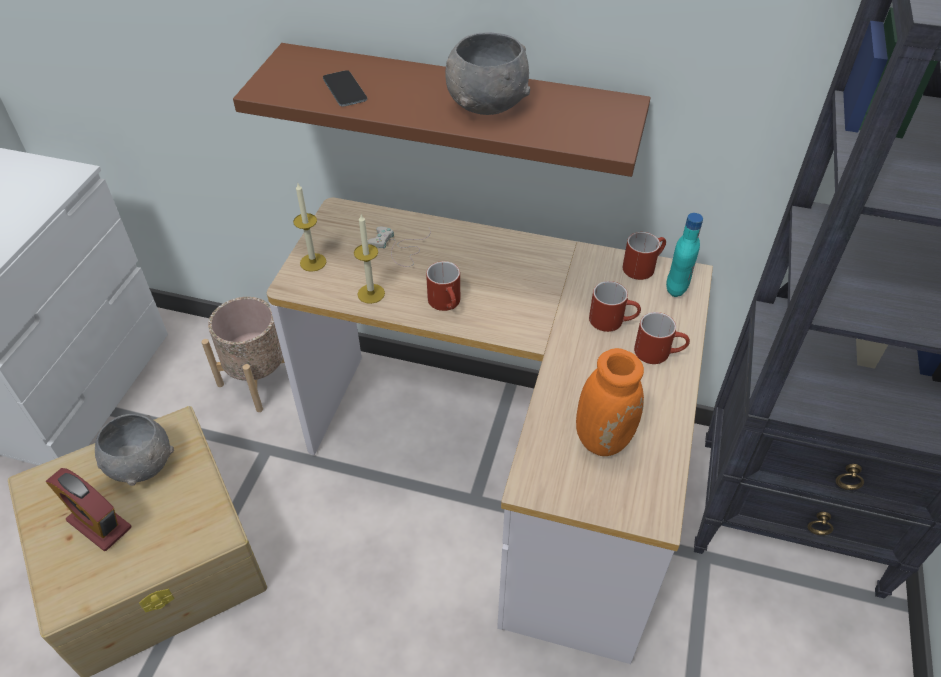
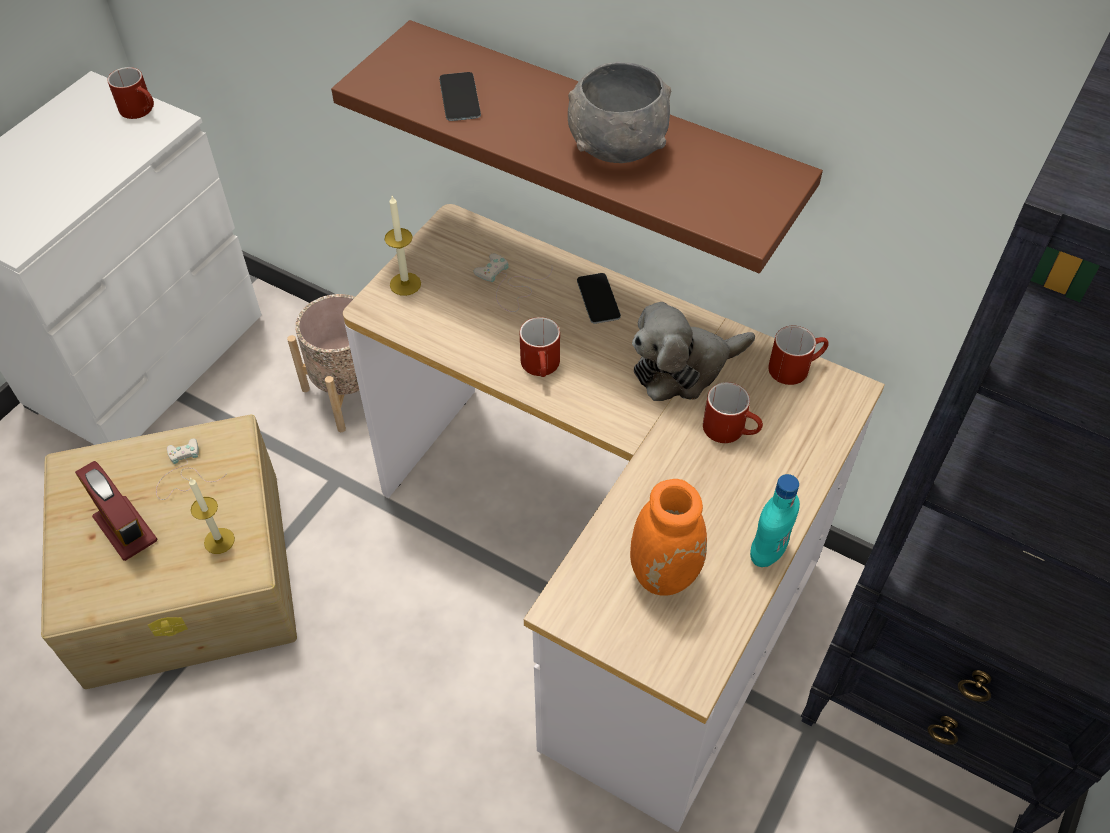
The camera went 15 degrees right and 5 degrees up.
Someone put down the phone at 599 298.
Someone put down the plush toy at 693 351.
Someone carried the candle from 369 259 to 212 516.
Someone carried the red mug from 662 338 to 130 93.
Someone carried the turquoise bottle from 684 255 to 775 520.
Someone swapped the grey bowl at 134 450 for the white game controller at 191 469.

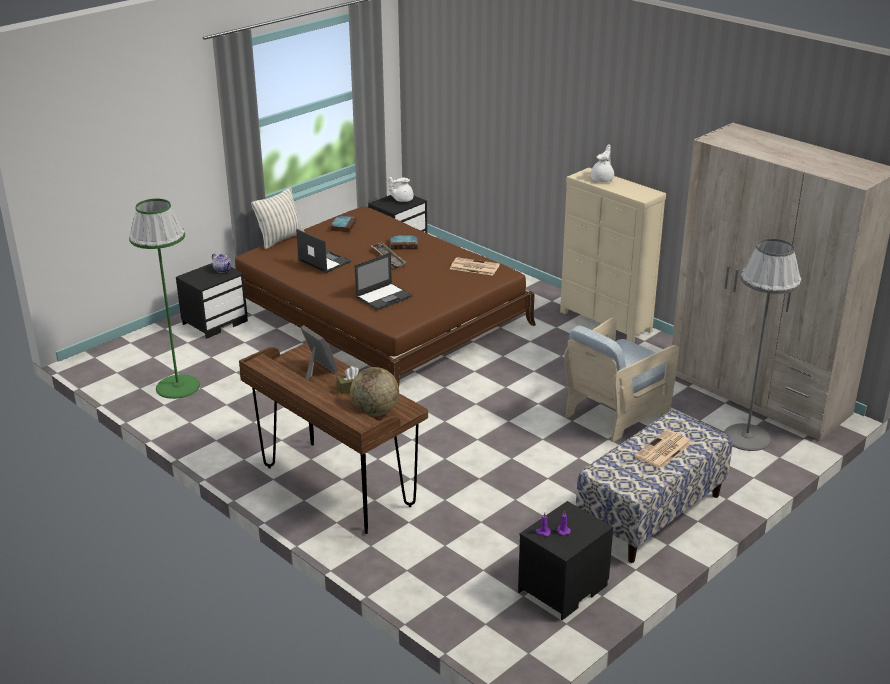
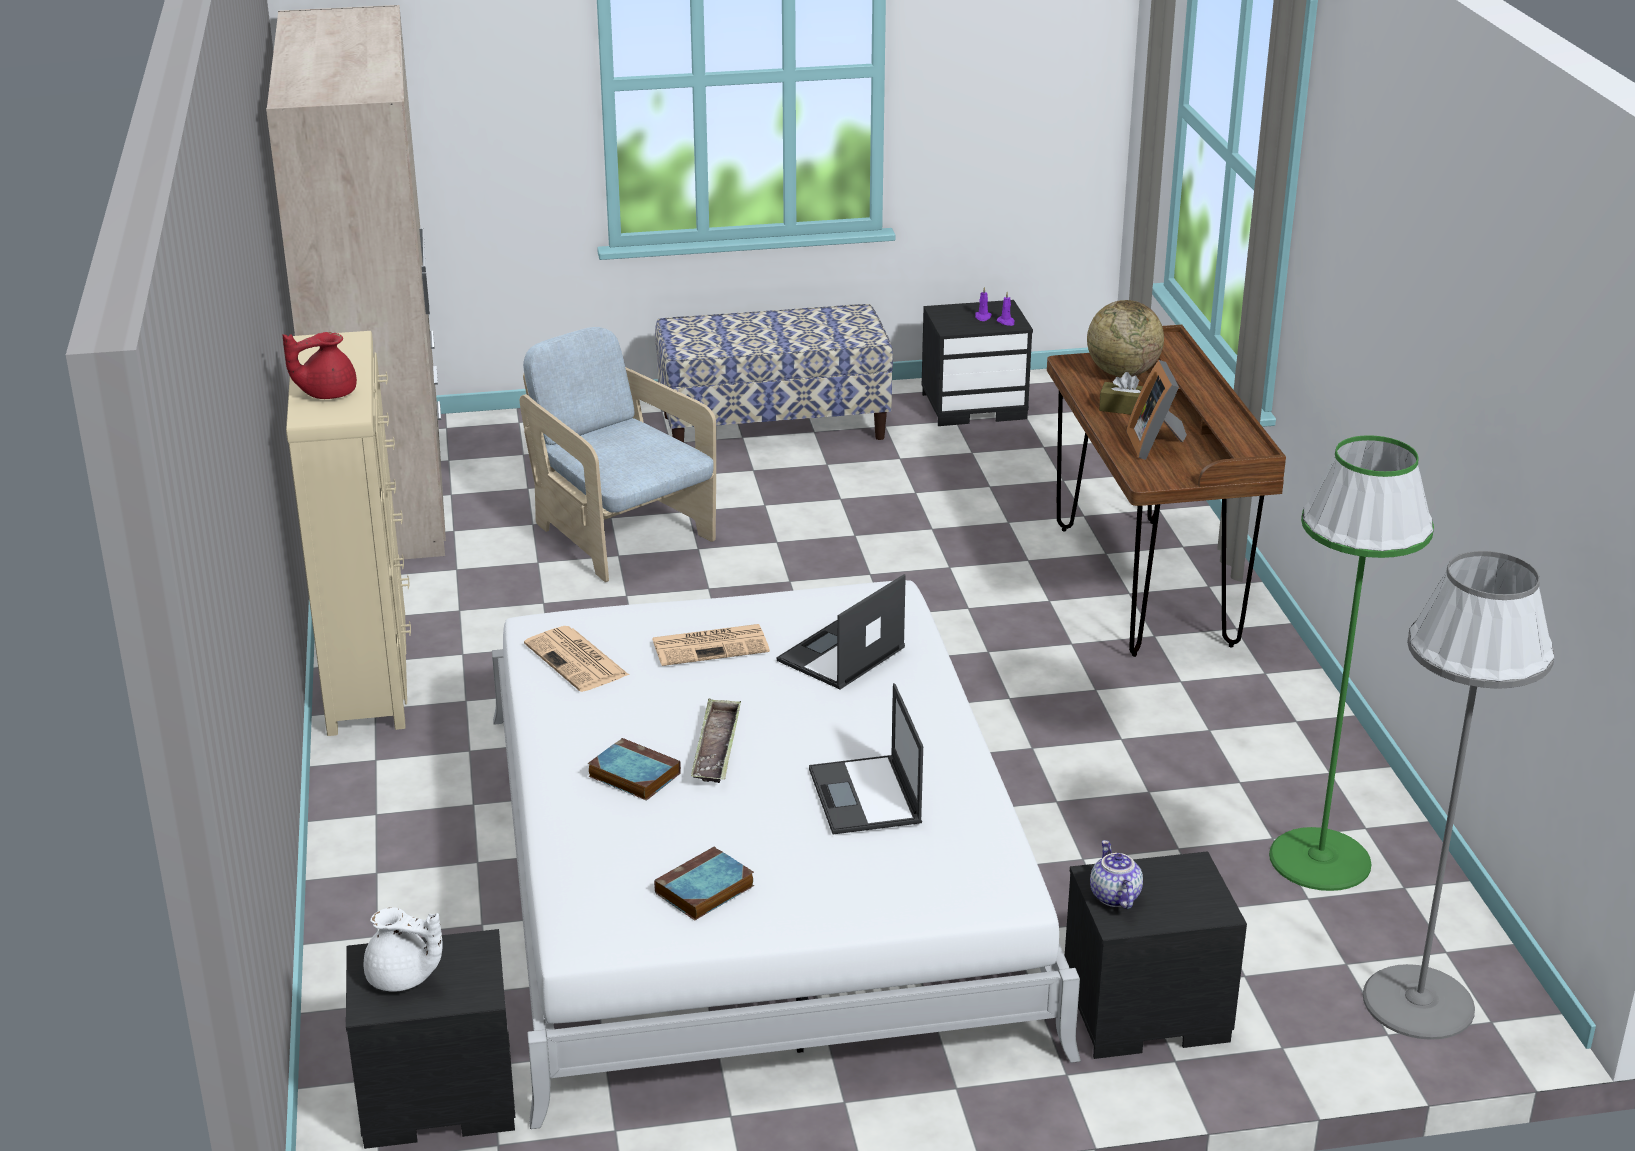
The camera went 145 degrees left and 0 degrees up.
Someone took away the pillow at 277 219.
Someone carried the newspaper from 663 449 to 711 645.
Someone carried the grey floor lamp from 763 344 to 1459 795.
Someone repainted the brown bed at 385 296, which became the white bed at 786 854.
Someone repainted the white teapot at 602 163, which became the red teapot at 319 365.
Someone rotated the laptop at 383 281 by 45 degrees counterclockwise.
Someone rotated the beige armchair at 621 380 by 120 degrees counterclockwise.

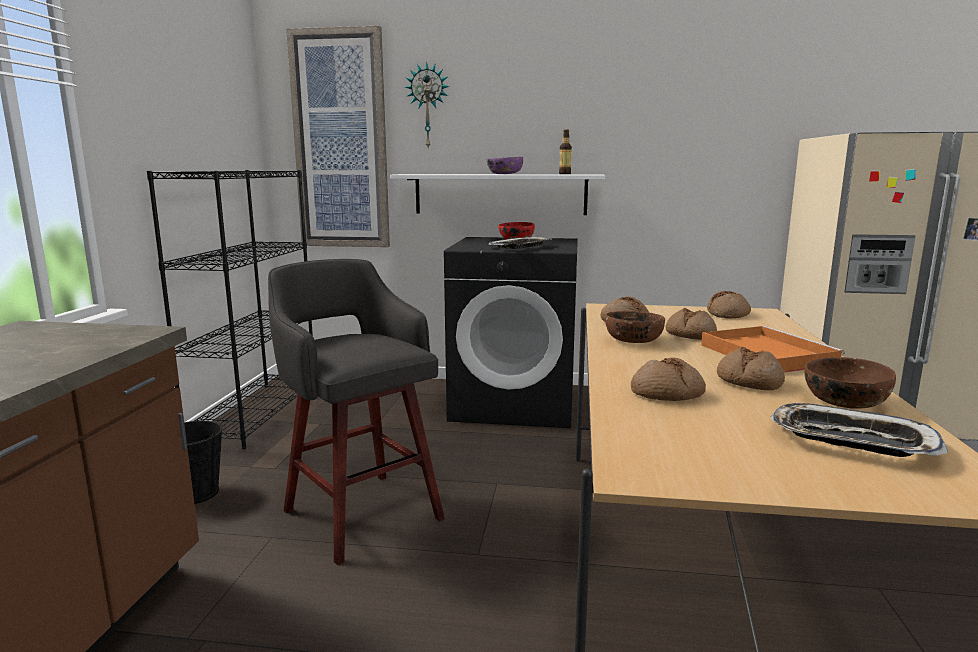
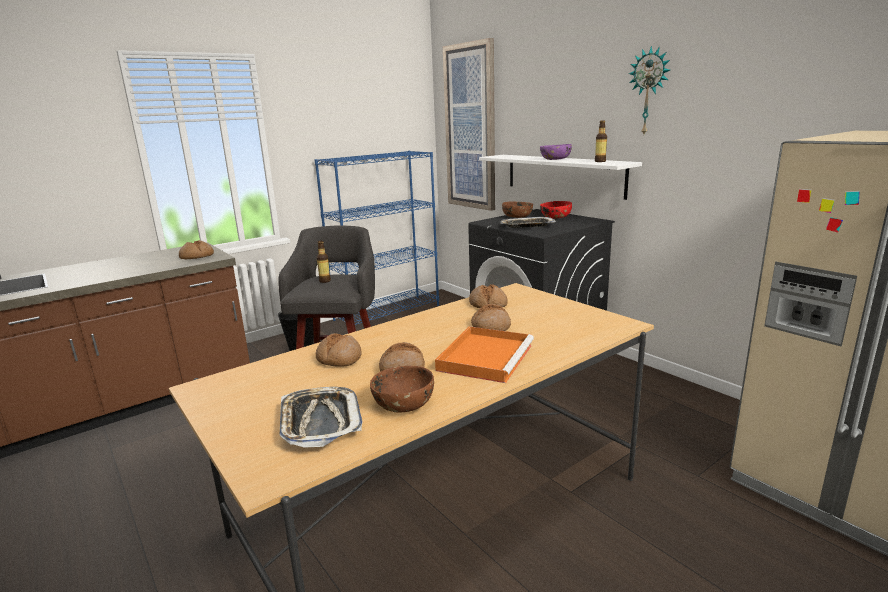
The camera went 45 degrees right and 5 degrees up.
Someone put down the bottle at 323 262.
Someone carried the wall clock from 427 105 to 649 90.
Someone carried the brown bowl from 635 327 to 517 209.
Someone carried the bread from 729 305 to 196 249.
Someone repainted the black bookcase at 230 309, which became the blue bookcase at 377 238.

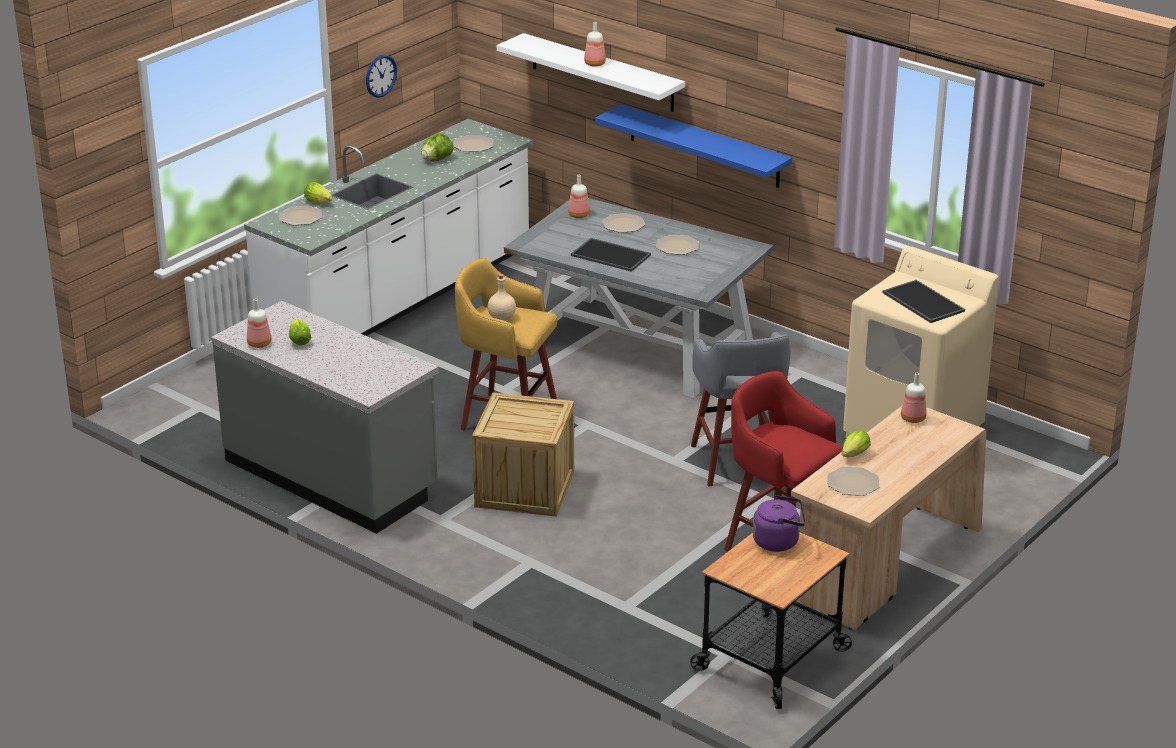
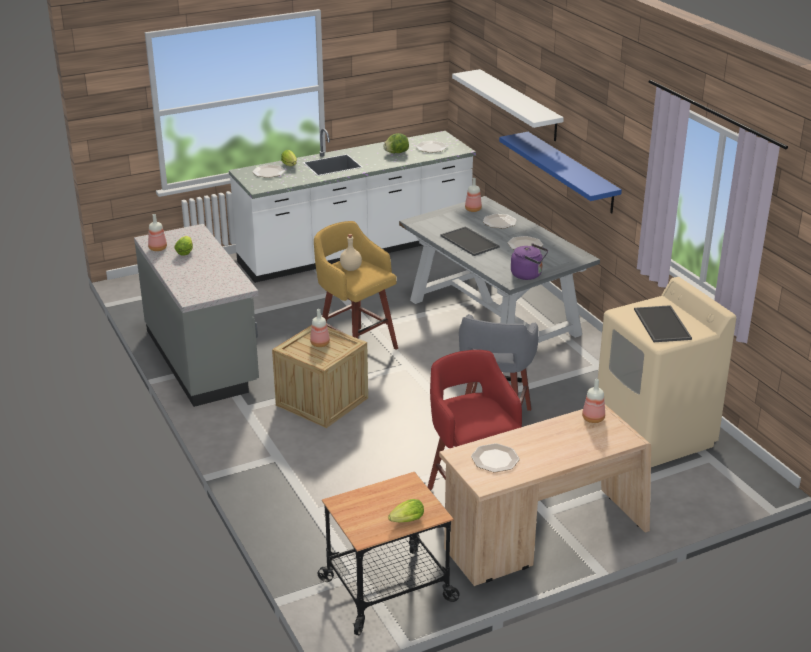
The camera went 25 degrees right and 0 degrees up.
Someone took away the wall clock at 381 76.
Someone carried the bottle from 595 44 to 320 328.
Someone carried the purple kettle from 779 523 to 529 261.
Someone carried the lettuce from 856 443 to 406 511.

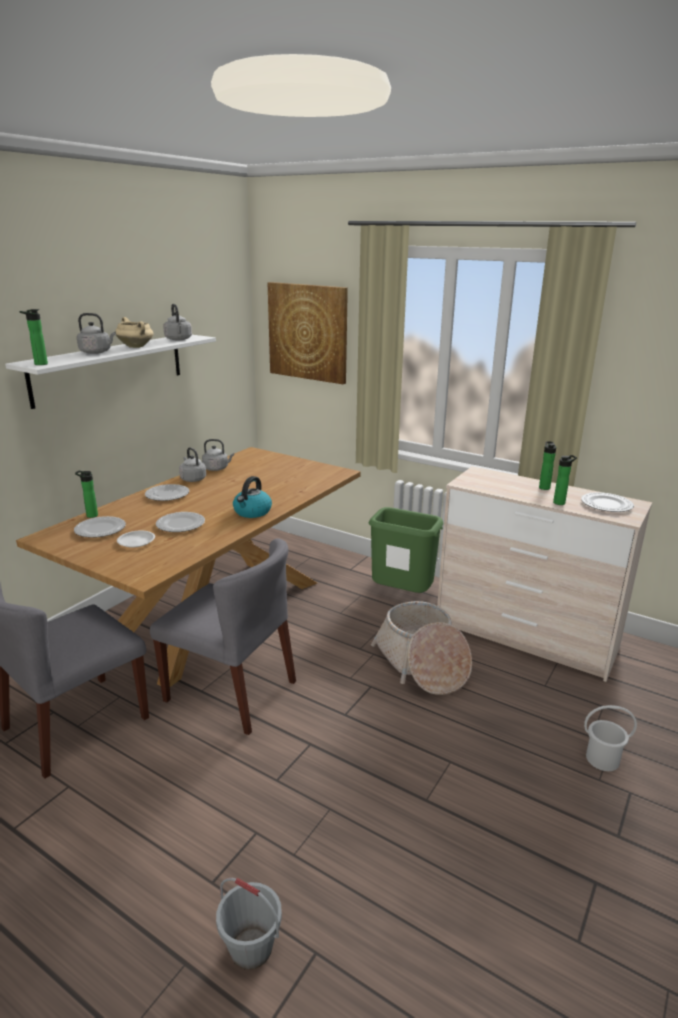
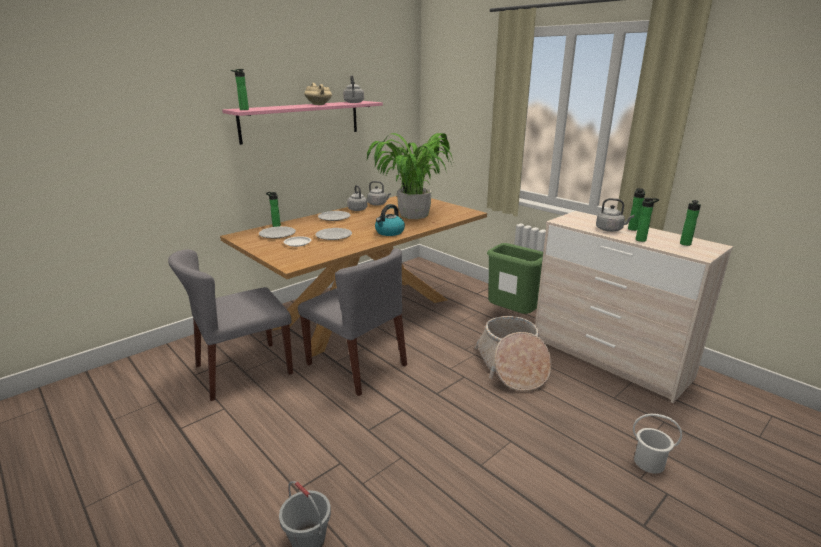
The camera went 15 degrees right and 0 degrees up.
Someone took away the picture at 308 333.
Someone put down the potted plant at 410 176.
Someone carried the grey kettle from 96 333 to 615 215.
Someone swapped the plate at 607 502 for the bottle at 690 223.
Someone repainted the white shelf at 110 372, which became the pink shelf at 302 123.

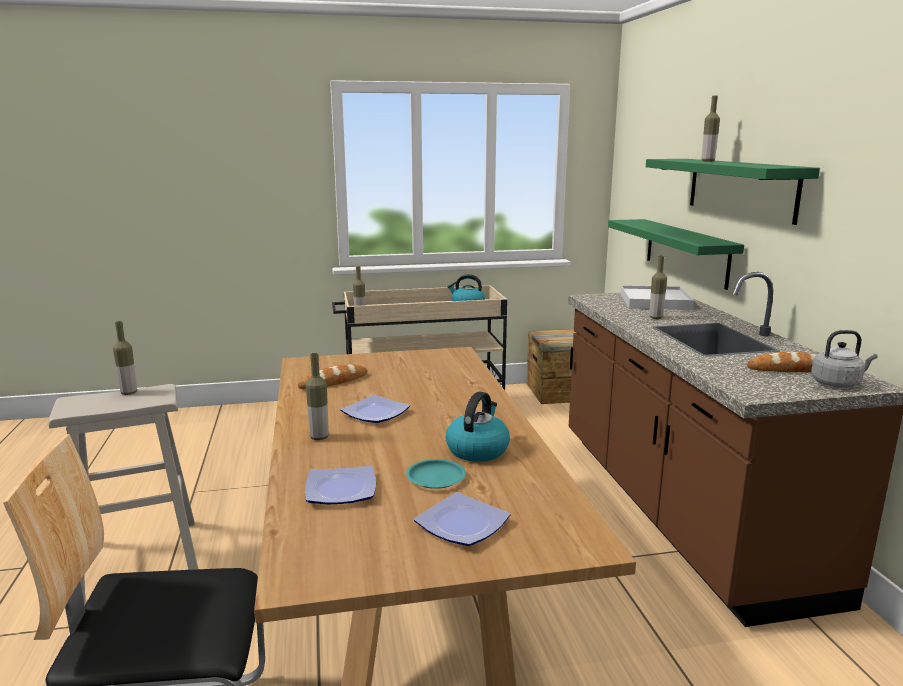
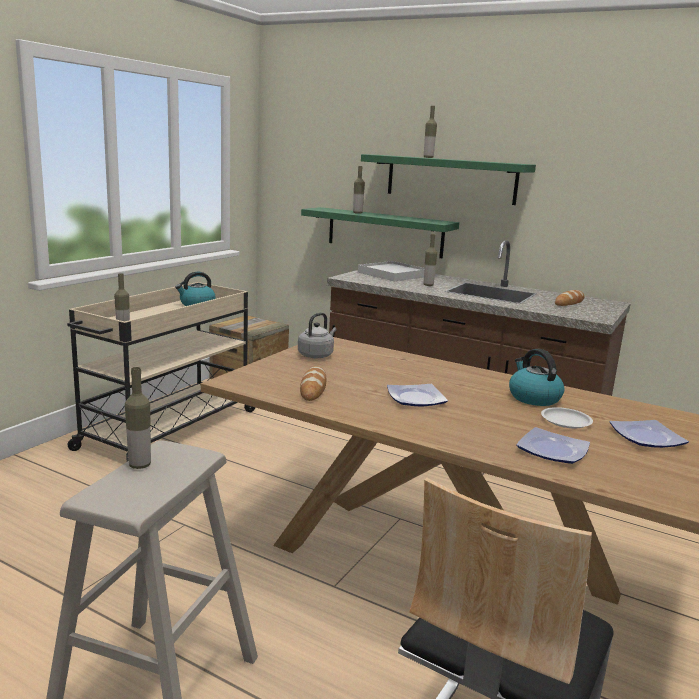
The camera went 50 degrees left and 0 degrees up.
Someone carried the bottle from 317 396 to 359 190.
Someone carried the grey kettle from 844 359 to 317 335.
Someone repainted the turquoise plate at 436 474, which became the white plate at 567 417.

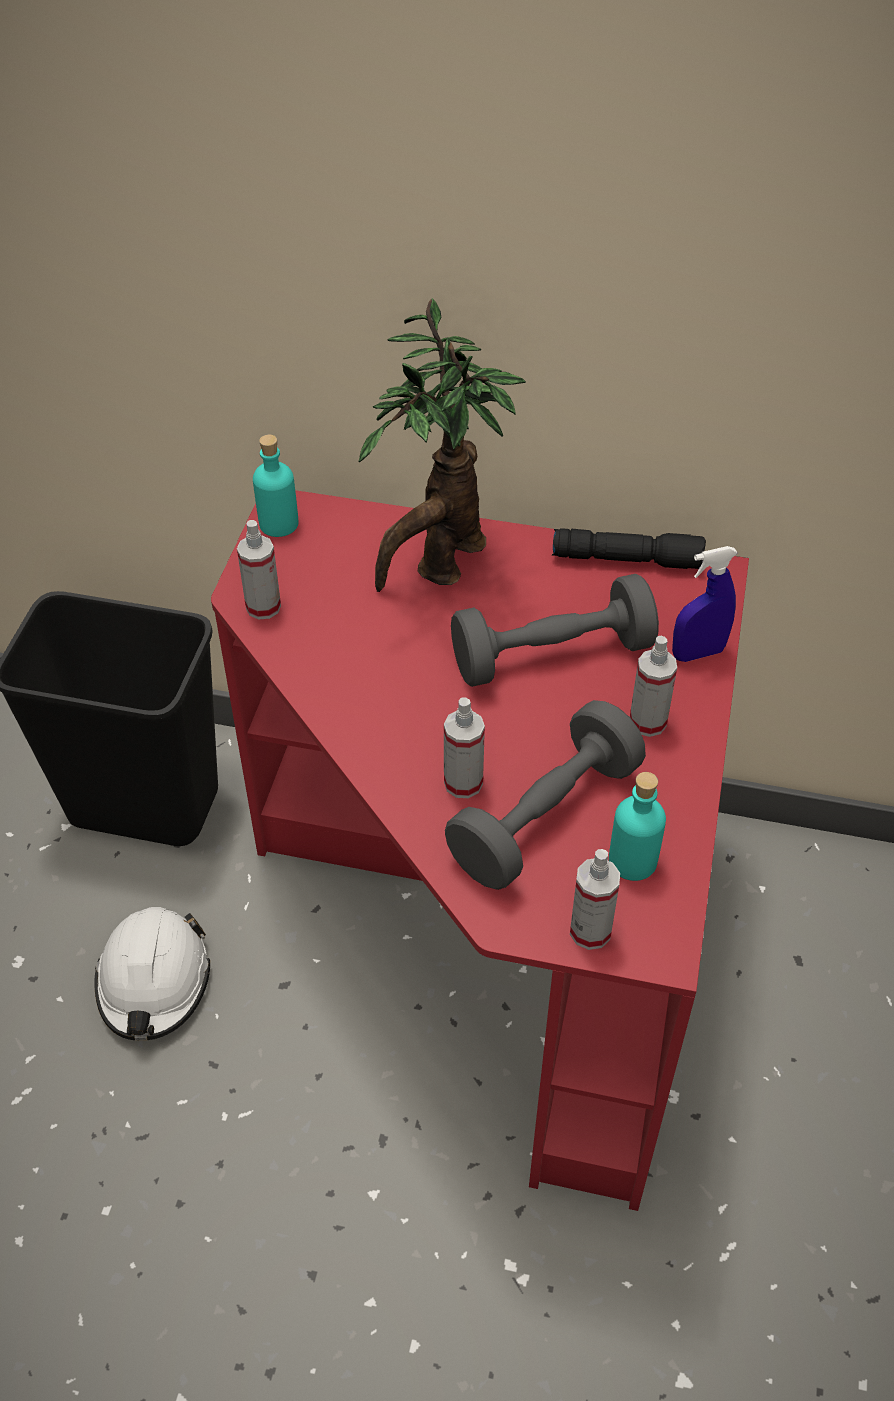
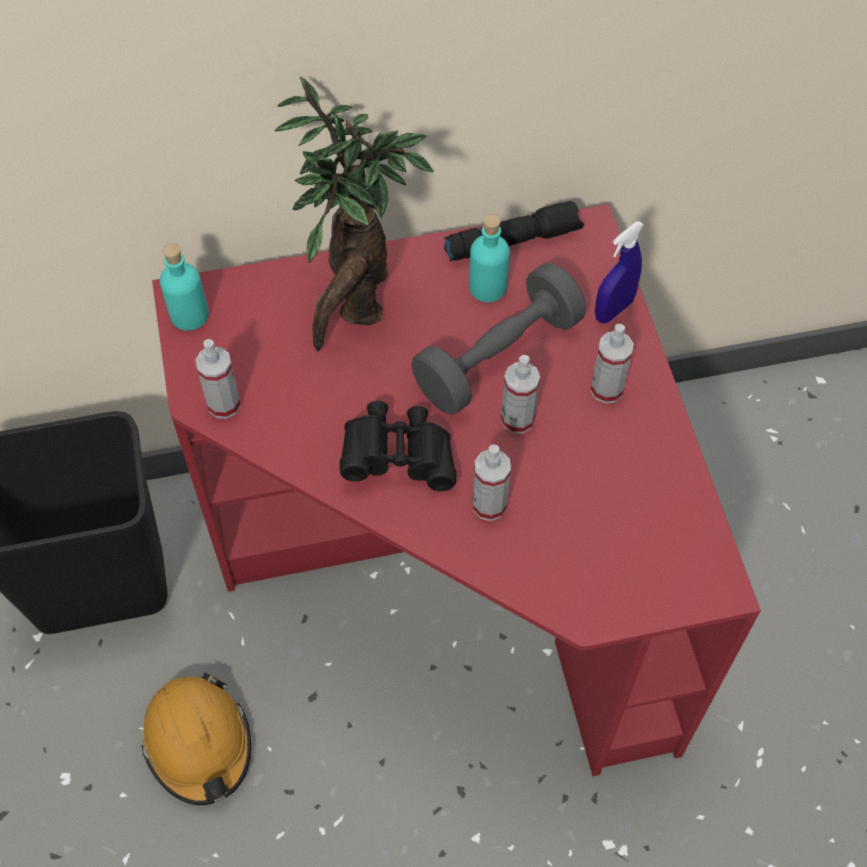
The camera went 25 degrees left and 10 degrees up.
Someone took away the grey dumbbell at 545 795.
Someone put down the black binoculars at 398 446.
Someone carried the spray bottle from 595 899 to 520 394.
Someone carried the turquoise bottle from 637 826 to 489 258.
Someone repainted the white hard hat at 152 974, which became the orange hard hat at 196 738.

